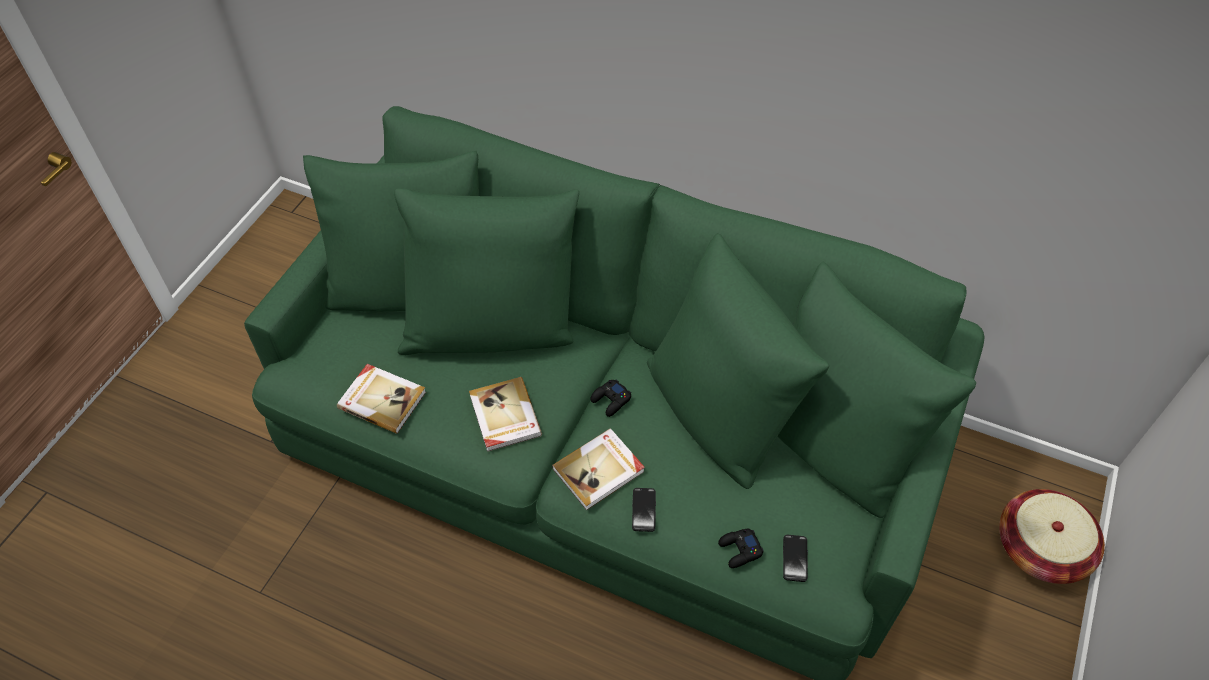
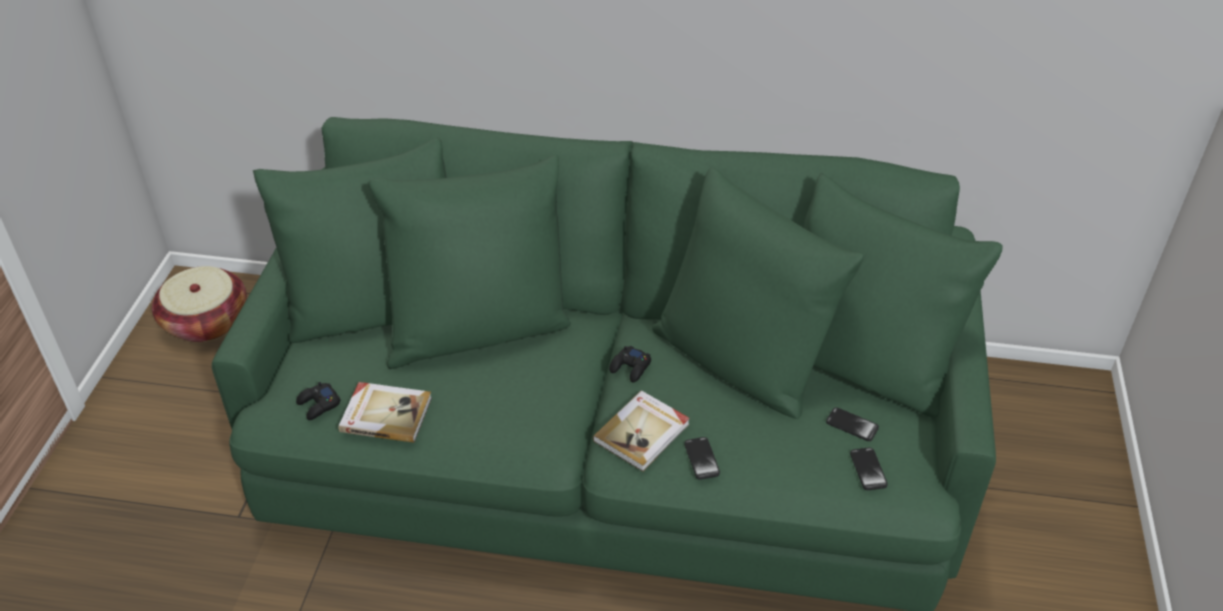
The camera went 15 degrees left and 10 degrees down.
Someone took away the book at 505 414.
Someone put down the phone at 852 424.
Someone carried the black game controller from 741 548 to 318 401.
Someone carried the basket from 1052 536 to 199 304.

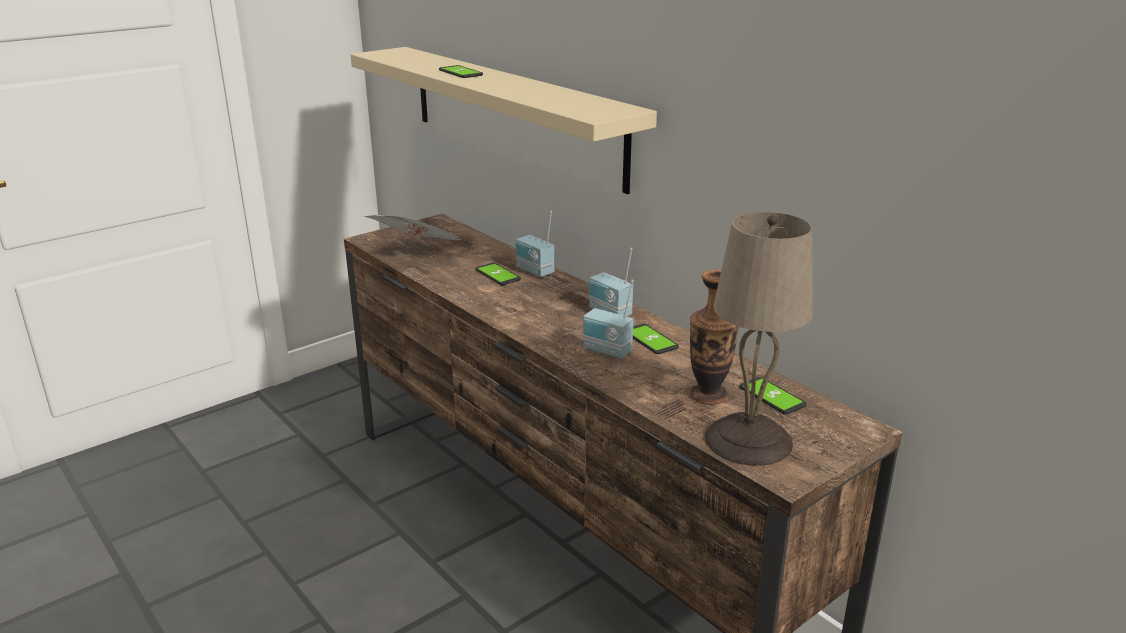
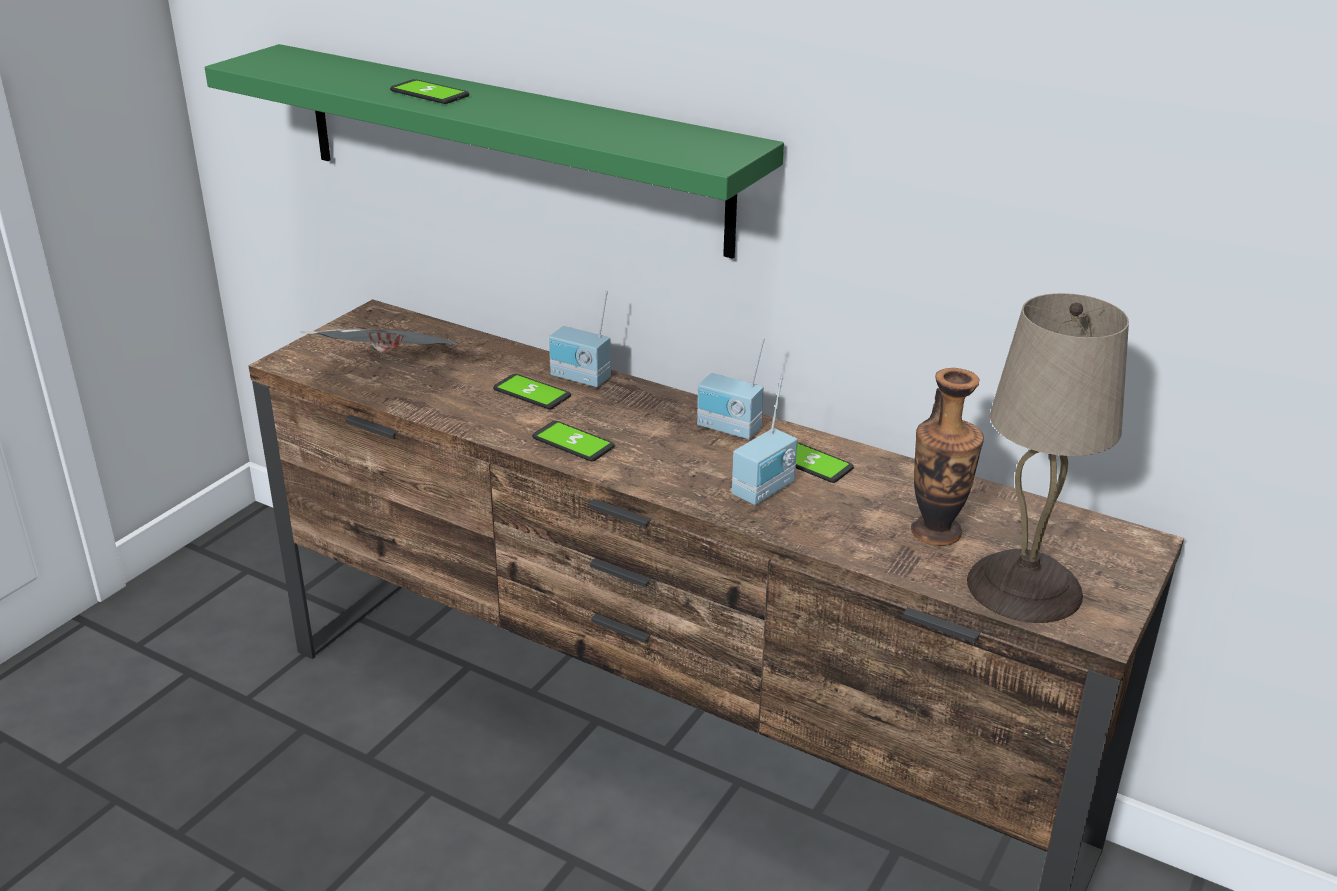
The camera went 20 degrees left and 5 degrees up.
Someone carried the phone from 773 396 to 573 441.
Someone repainted the beige shelf at 503 120, which became the green shelf at 494 151.
Someone rotated the radio at 608 319 by 60 degrees counterclockwise.

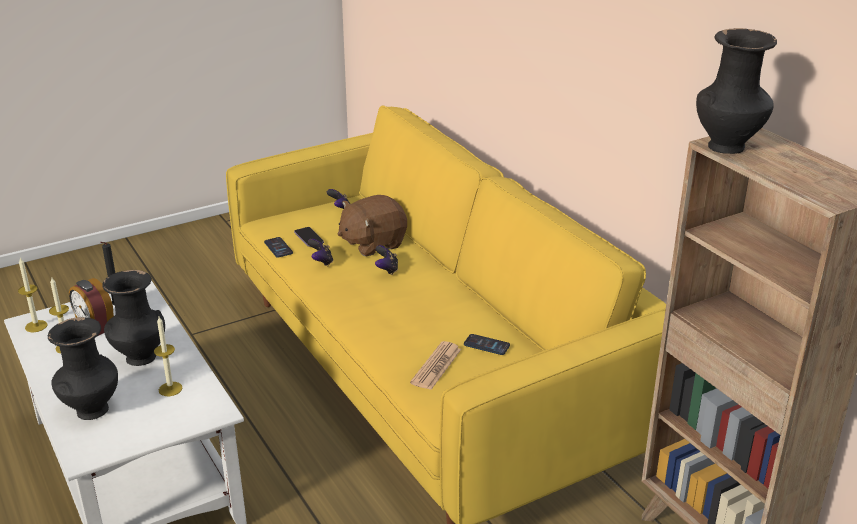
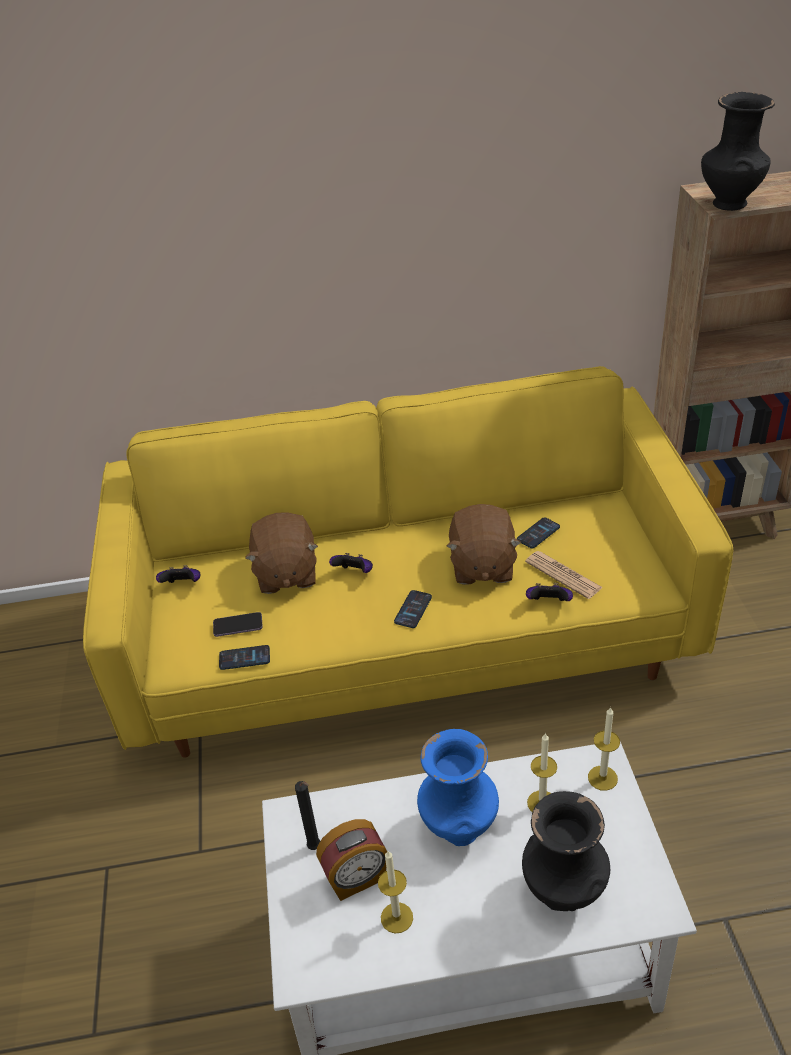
The camera went 65 degrees left and 10 degrees up.
Someone put down the phone at 413 609.
Someone put down the brown plush toy at 483 544.
Someone carried the candle from 32 295 to 604 749.
Someone carried the game controller from 320 252 to 549 592.
Someone repainted the black vase at 133 318, which became the blue vase at 458 787.

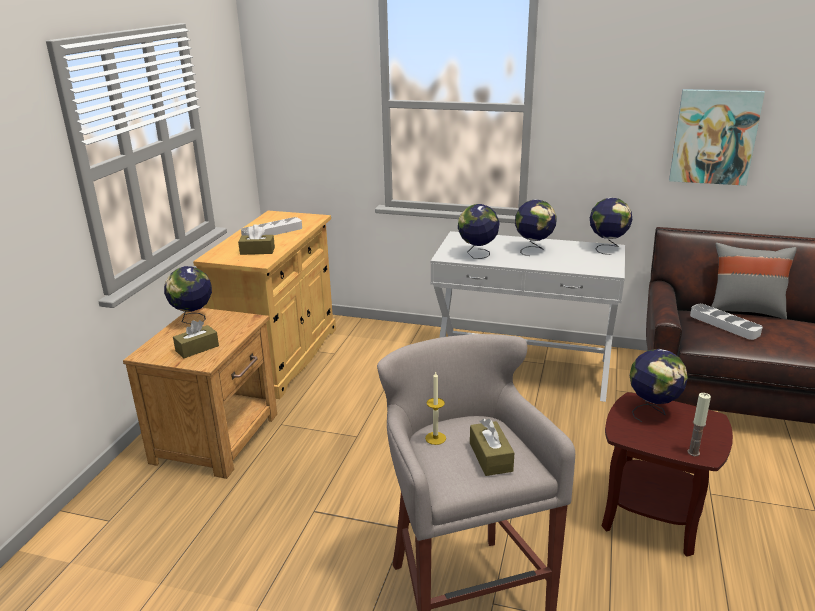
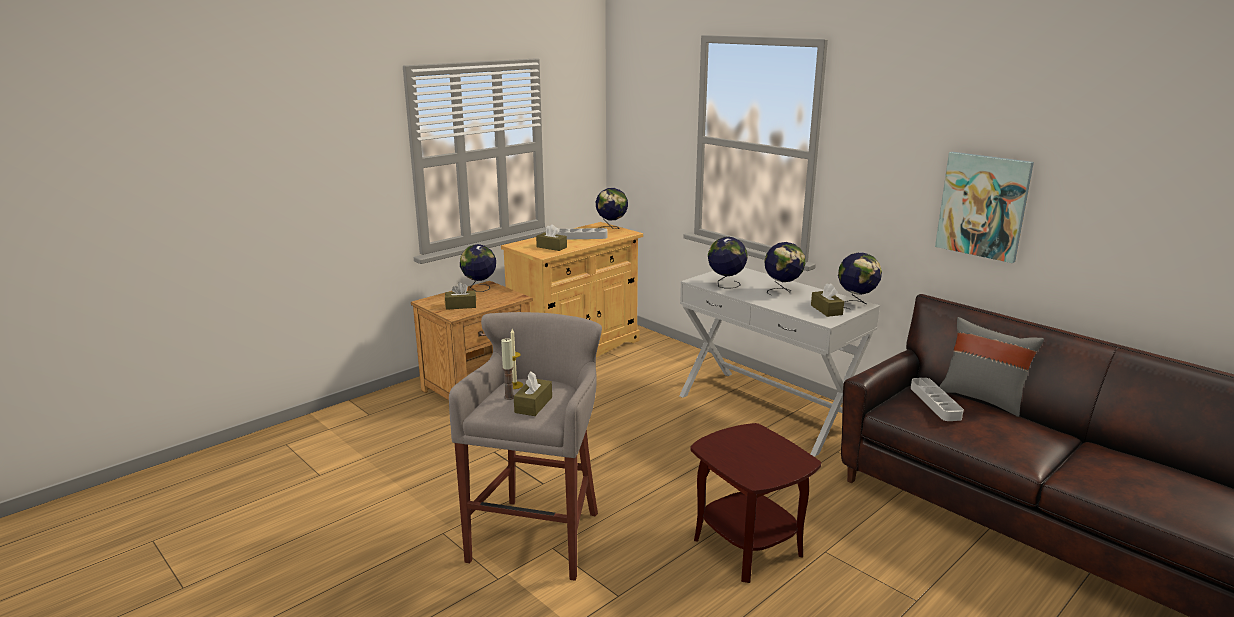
The camera went 30 degrees right and 5 degrees down.
Someone put down the brown tissue box at 827 300.
Someone carried the globe from 659 385 to 612 208.
Someone carried the candle from 699 424 to 507 369.

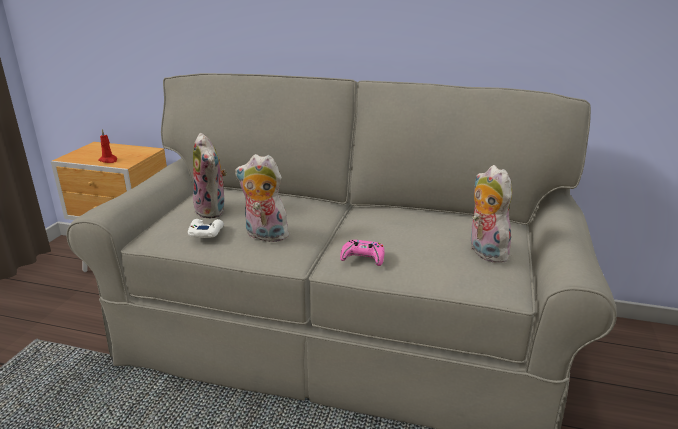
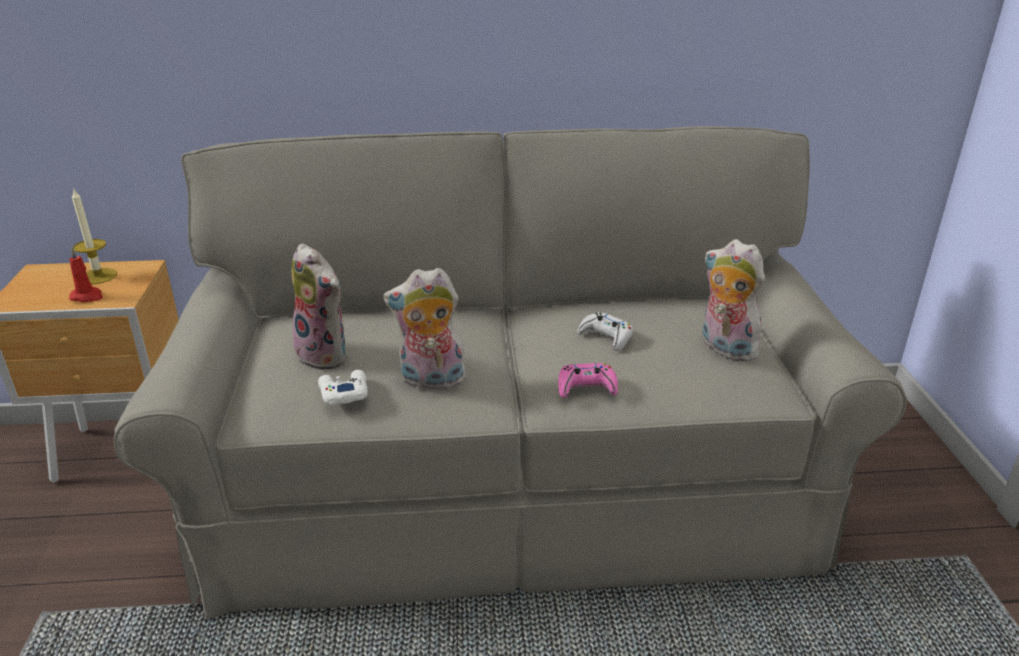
The camera went 20 degrees left and 5 degrees up.
Someone put down the candle at 94 235.
Someone put down the white game controller at 605 331.

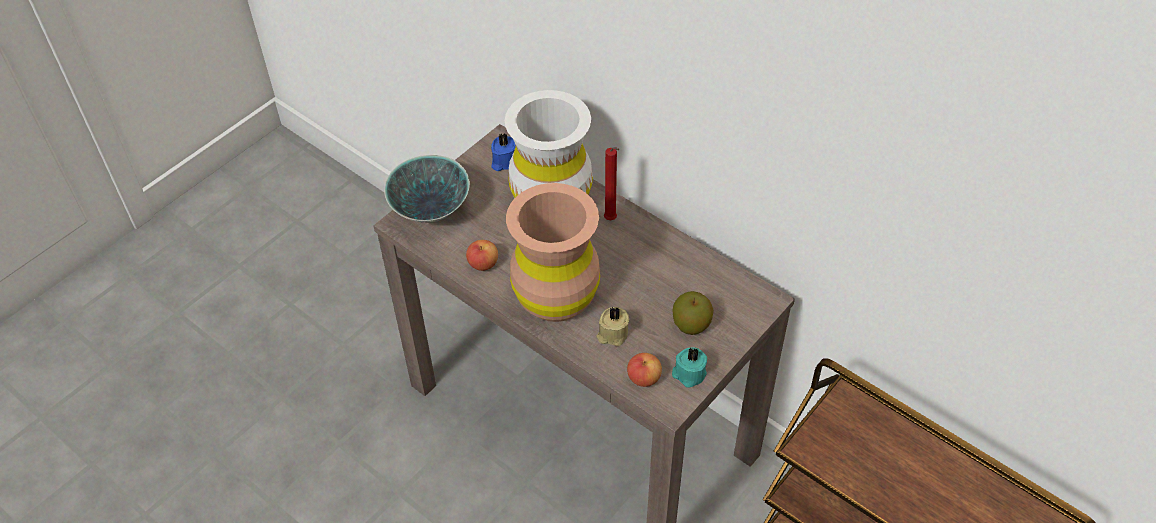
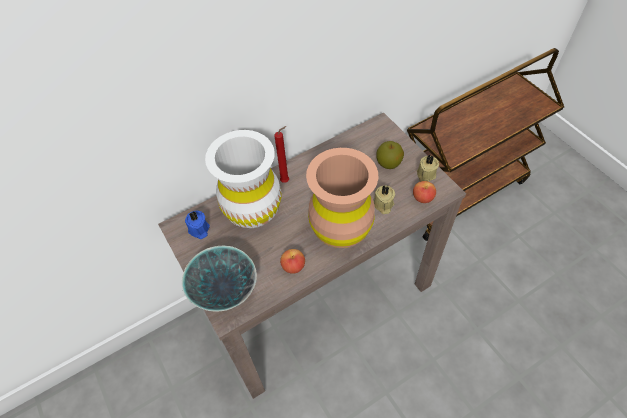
The camera went 70 degrees left and 5 degrees up.
Someone repainted the turquoise candle at 689 367, which became the beige candle at 428 168.

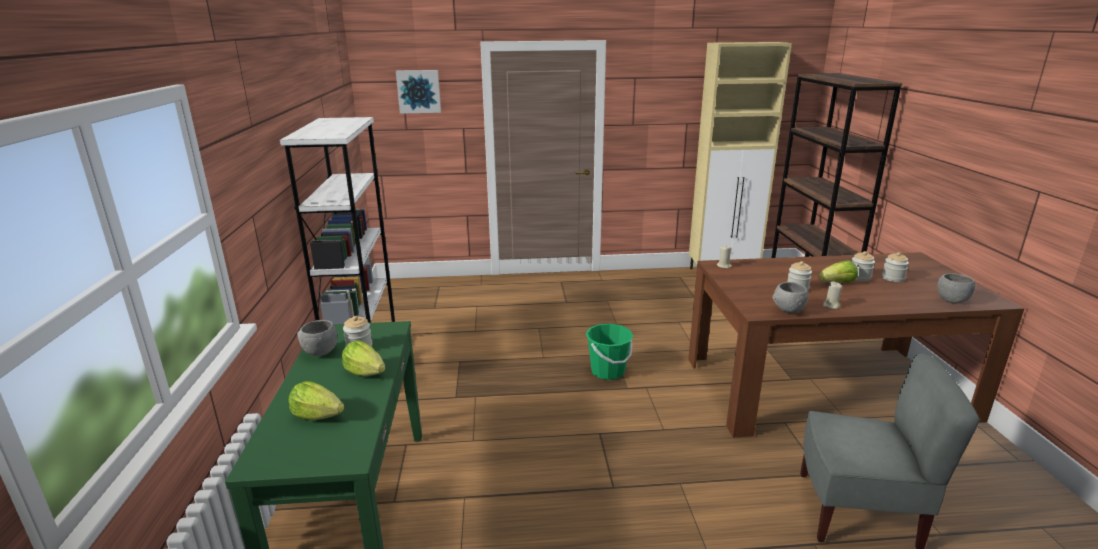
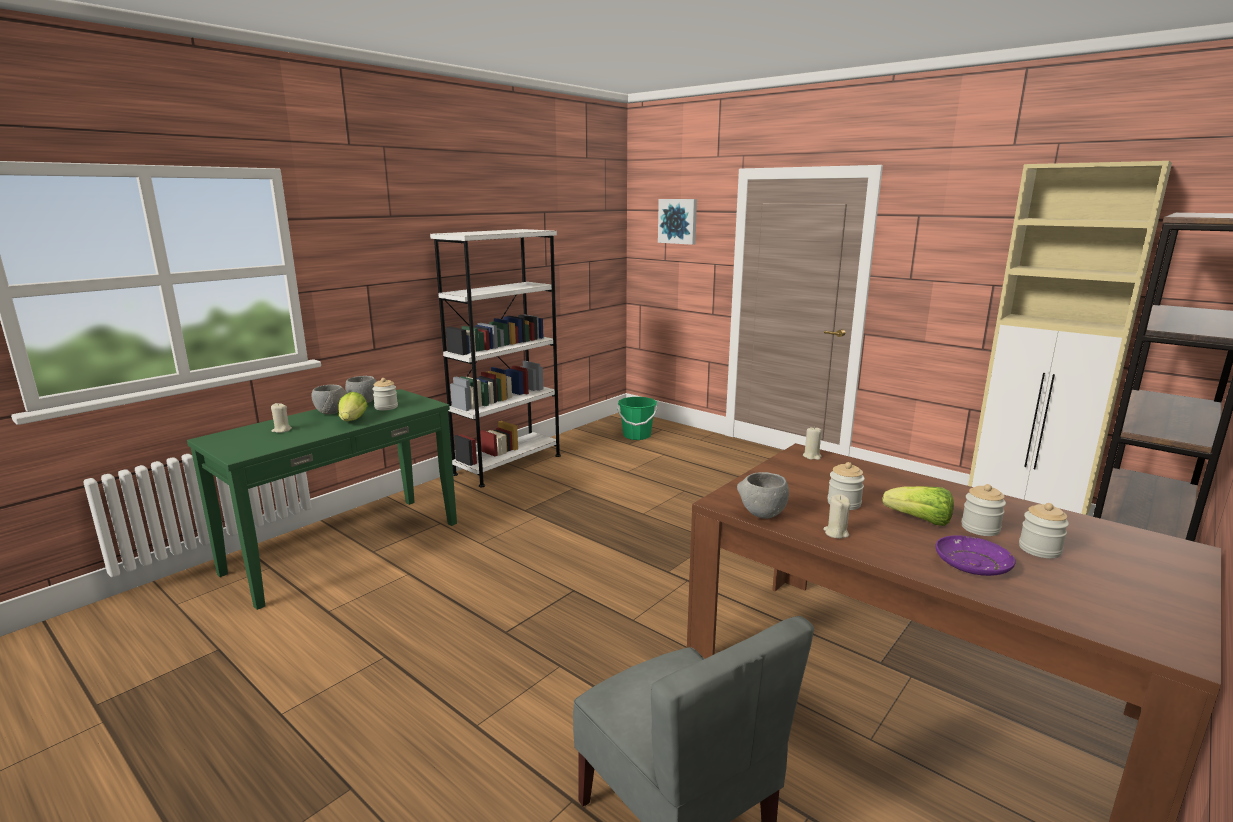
The camera went 45 degrees right and 5 degrees down.
Someone put down the purple plate at 976 555.
Someone carried the green bucket from 609 352 to 637 418.
Someone carried the grey bowl from 956 288 to 329 399.
Someone swapped the lettuce at 316 400 for the beige candle at 281 418.

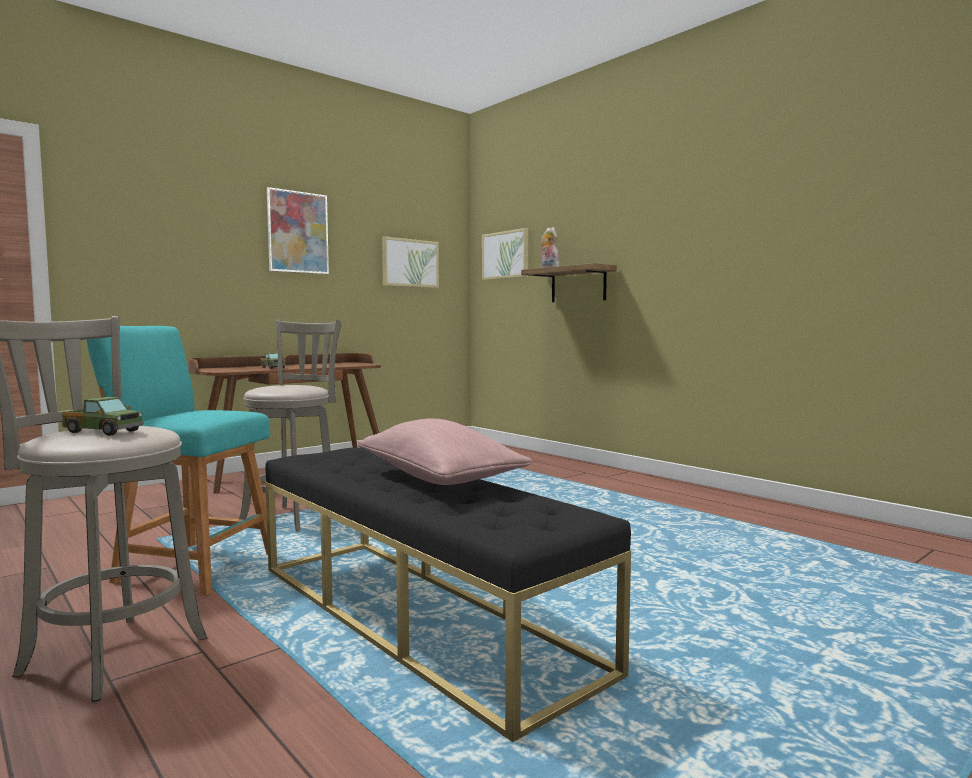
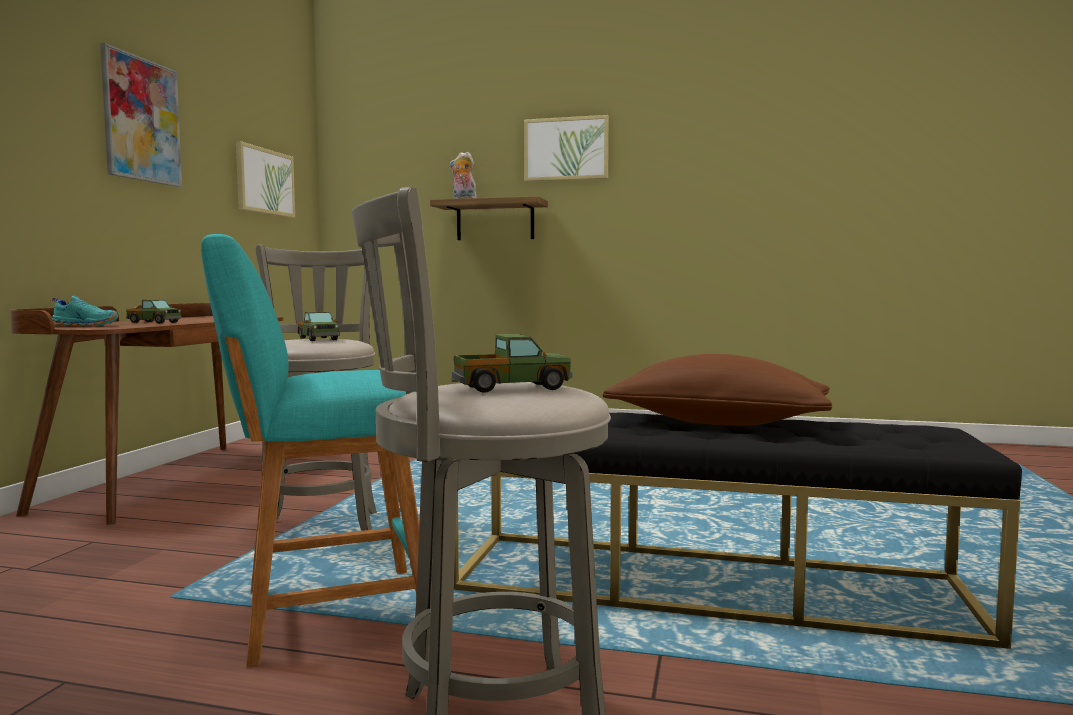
The camera went 35 degrees left and 0 degrees up.
Someone put down the turquoise shoe at 85 311.
Someone put down the toy truck at 318 326.
Someone carried the picture from 505 254 to 566 148.
Someone repainted the pink pillow at 445 451, which became the brown pillow at 717 390.

